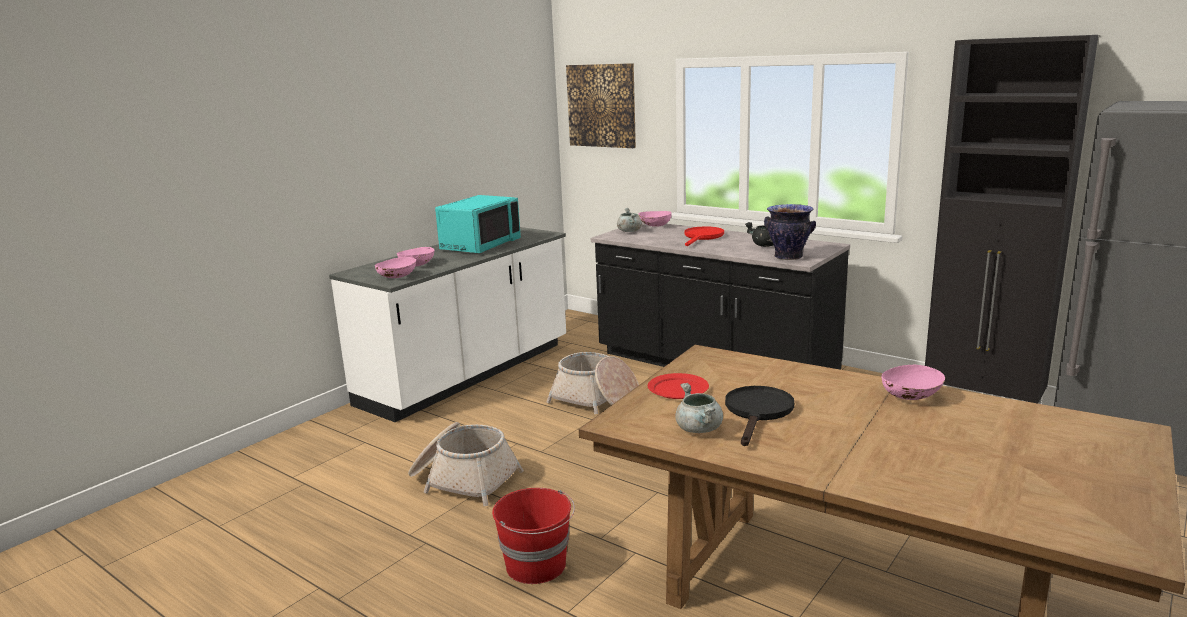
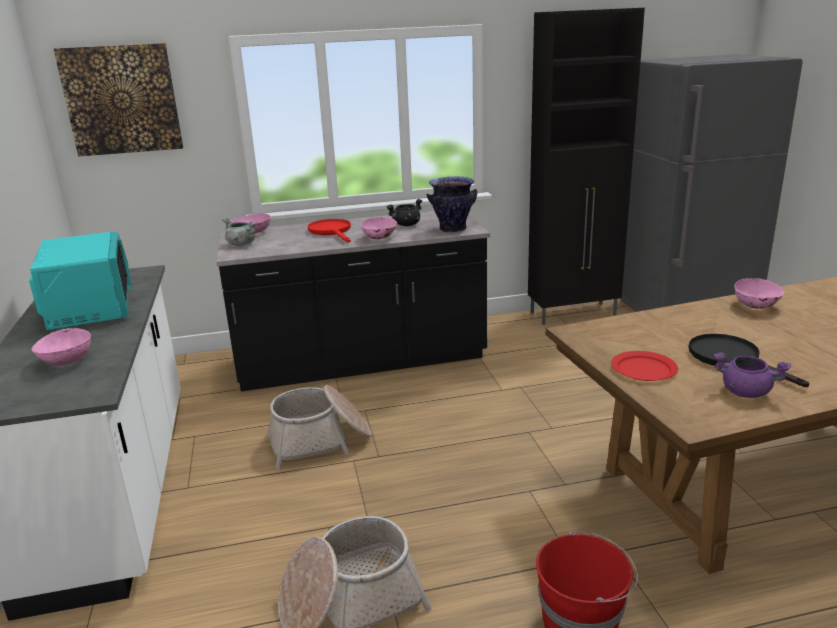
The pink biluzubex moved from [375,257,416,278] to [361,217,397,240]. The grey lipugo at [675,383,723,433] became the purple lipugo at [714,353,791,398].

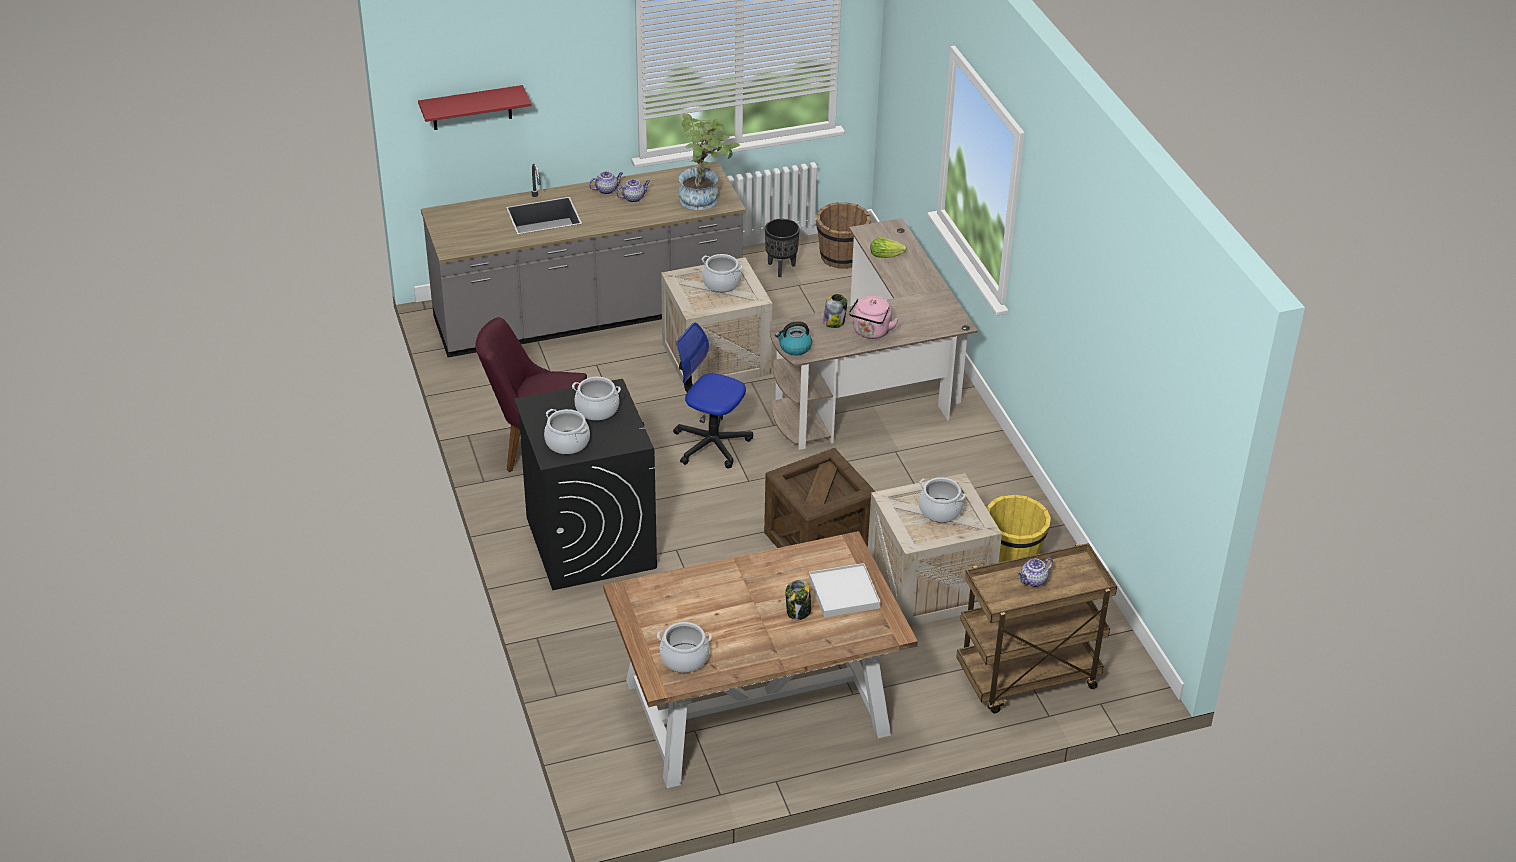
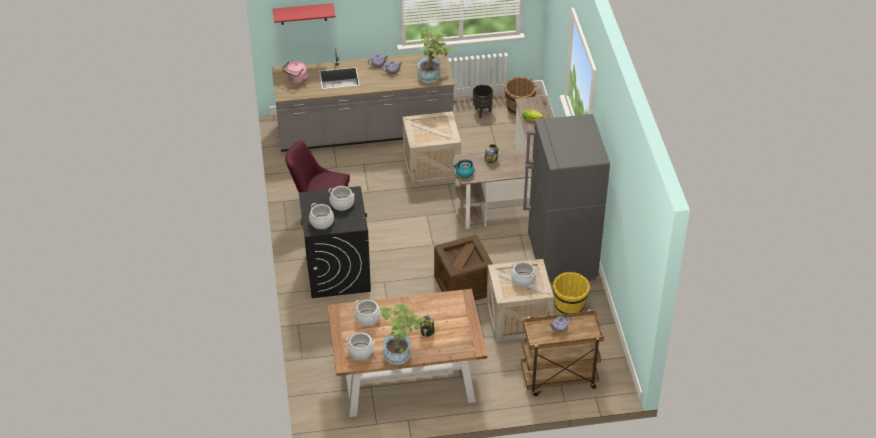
The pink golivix moved from [849,296,899,339] to [282,61,309,84]. The lipugo moved from [702,254,742,292] to [355,299,381,326]. The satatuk at [380,303,425,365] appeared. The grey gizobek at [523,114,610,285] appeared. The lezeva at [673,322,753,469] disappeared. The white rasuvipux at [809,563,880,618] disappeared.

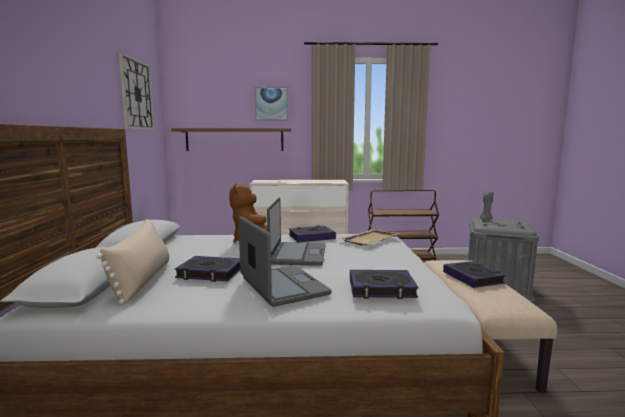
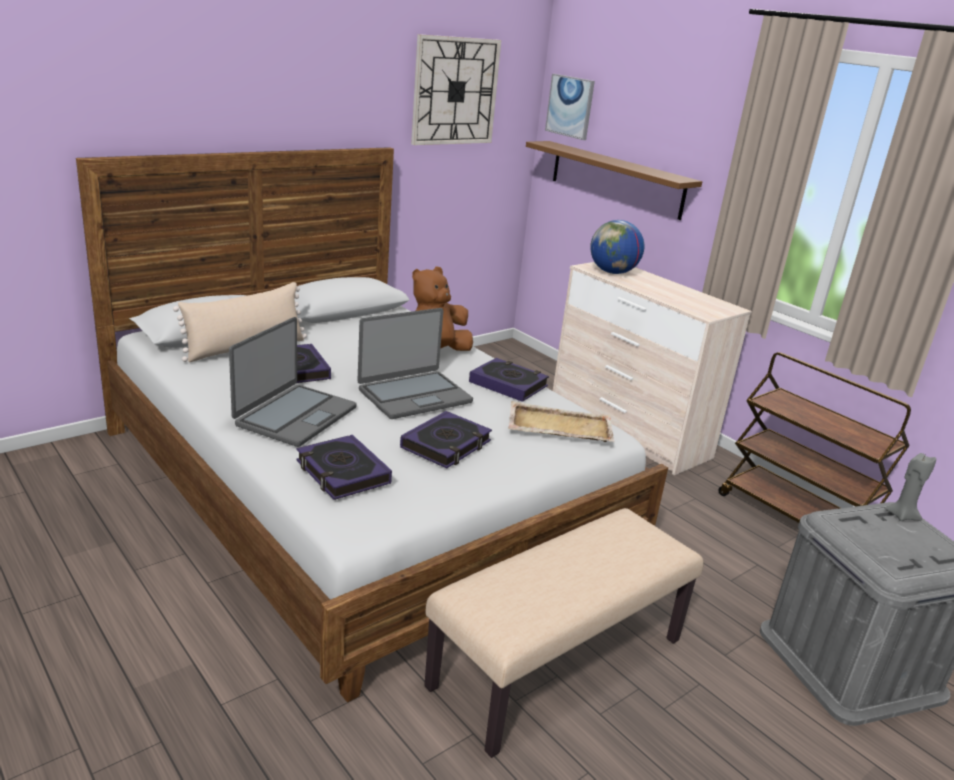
The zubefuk moved from [443,261,505,288] to [400,411,492,468]. The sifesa moved from [254,87,288,121] to [545,74,595,140]. The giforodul at [590,220,644,274] appeared.

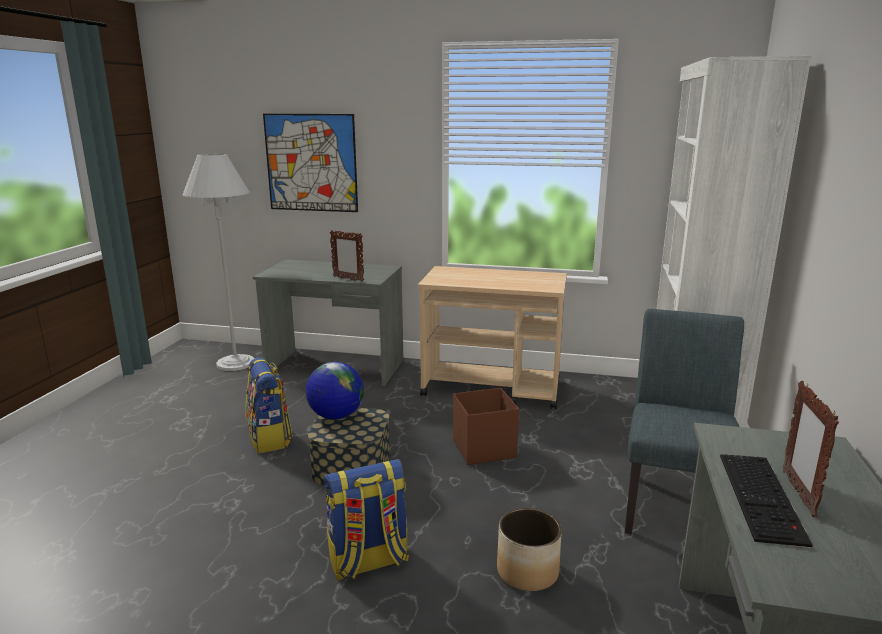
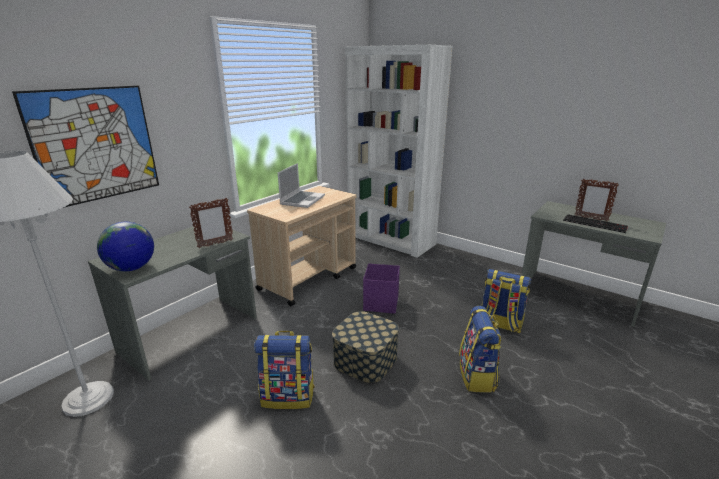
The giforodul moved from [306,362,364,420] to [97,222,154,271]. The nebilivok at [278,163,325,208] appeared. The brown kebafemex at [453,388,519,465] became the purple kebafemex at [363,263,400,314]. The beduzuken at [497,508,562,591] was replaced by the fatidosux at [482,269,531,334]. The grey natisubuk at [625,309,744,534] disappeared.

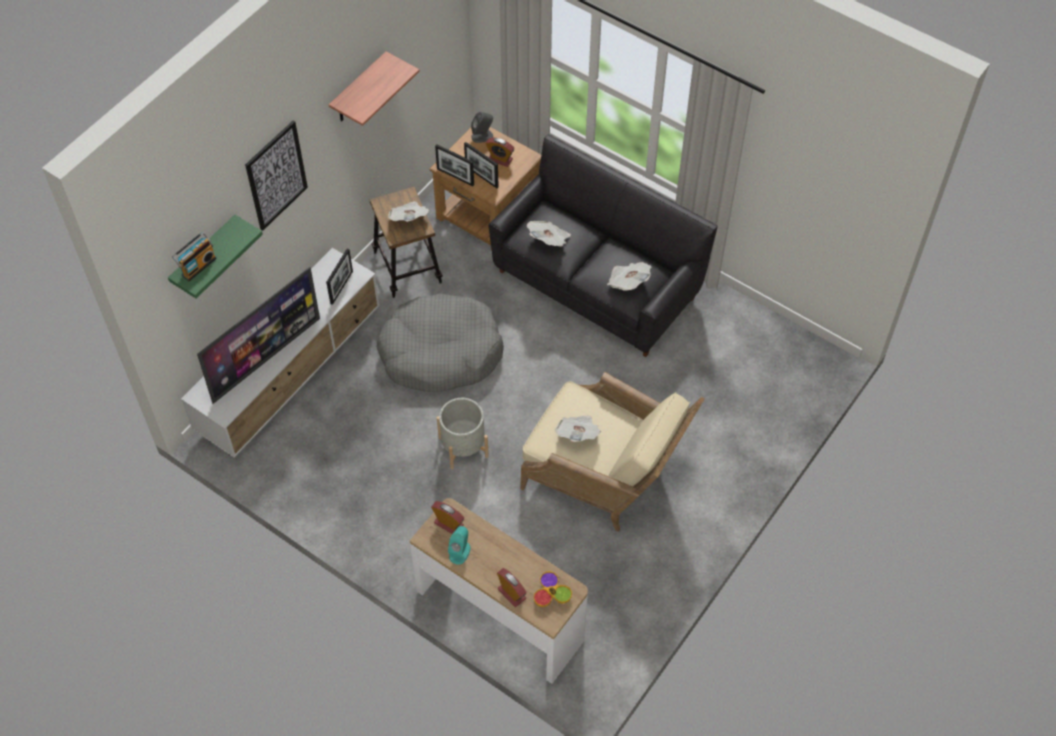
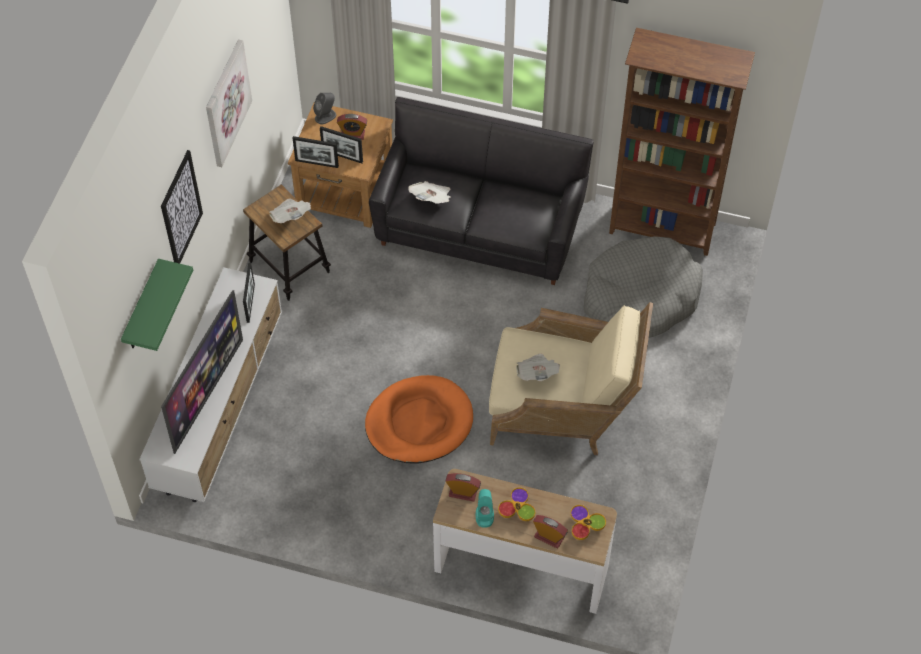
The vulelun at [329,51,420,126] was replaced by the sifesa at [206,39,252,167]. The grey beduzuken at [437,398,489,469] was replaced by the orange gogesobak at [365,375,473,463]. The biluzubex at [498,487,535,521] appeared. The grey gogesobak moved from [377,293,504,392] to [584,236,703,338]. The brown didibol at [609,28,755,256] appeared. The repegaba at [172,232,217,281] disappeared. The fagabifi at [607,262,651,290] disappeared.

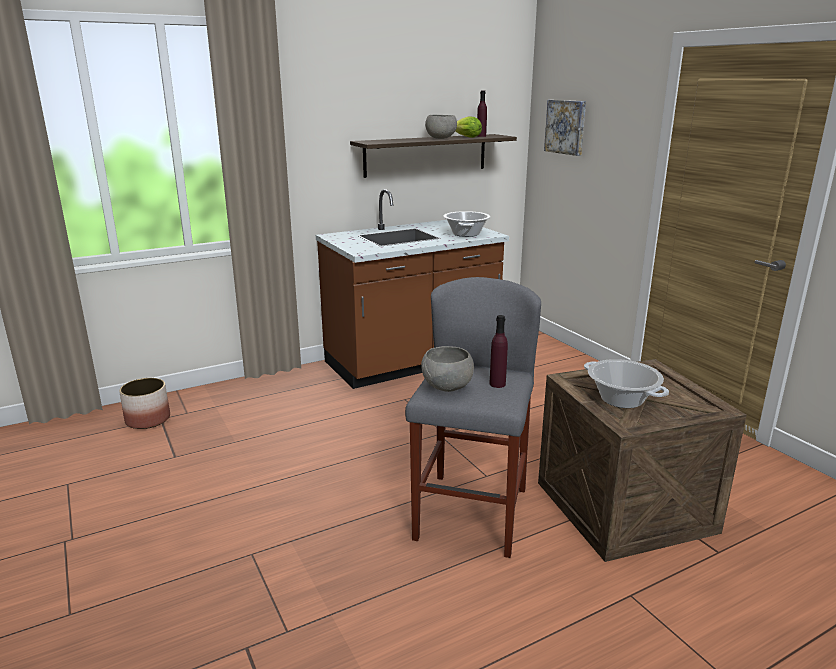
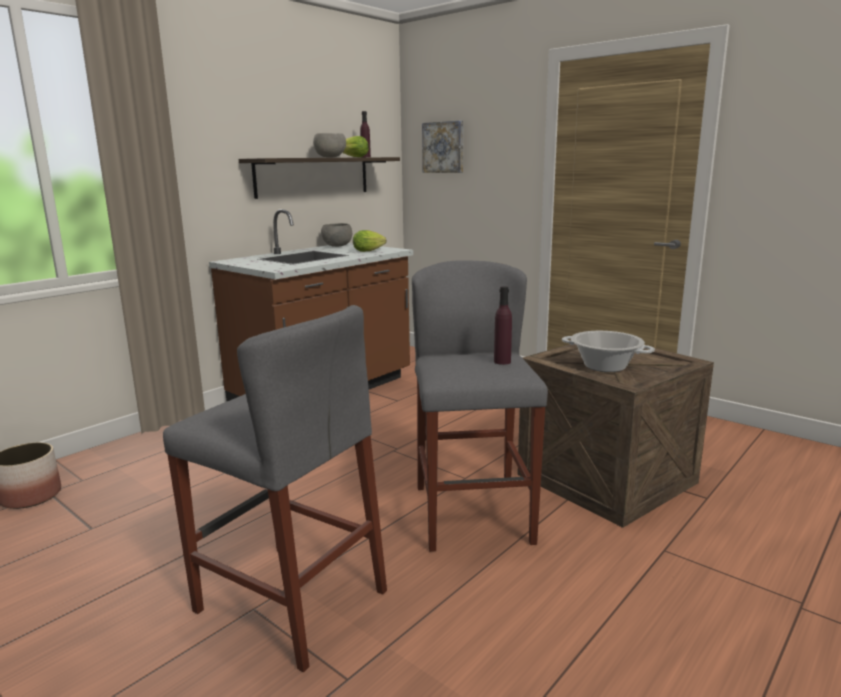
The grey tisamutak at [163,305,387,672] appeared. The grey biluzubex moved from [421,346,474,392] to [321,223,352,247]. The lipugo at [443,211,491,237] was replaced by the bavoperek at [353,230,386,252].

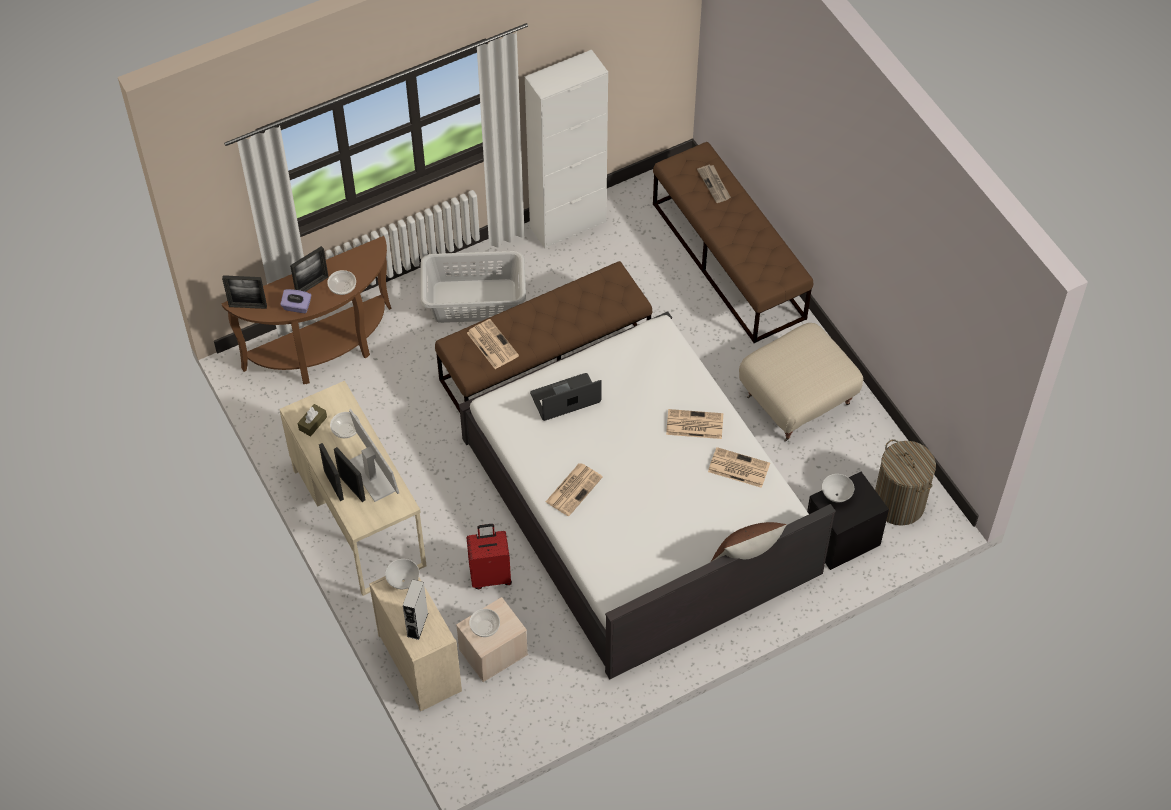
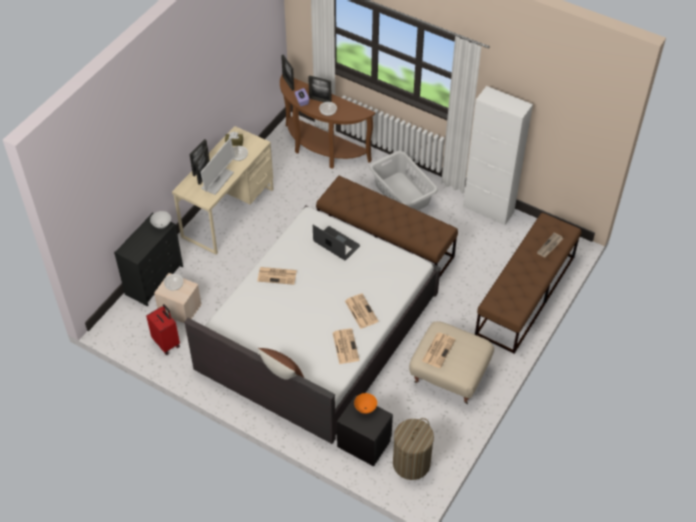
The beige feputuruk at [369,576,462,711] became the black feputuruk at [114,213,183,306]. The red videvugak moved from [466,524,512,589] to [146,304,180,355]. The white biluzubex at [822,474,854,503] became the orange biluzubex at [354,393,377,414]. The fagabifi moved from [467,319,519,369] to [422,333,456,368]. The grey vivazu at [403,579,428,640] disappeared.

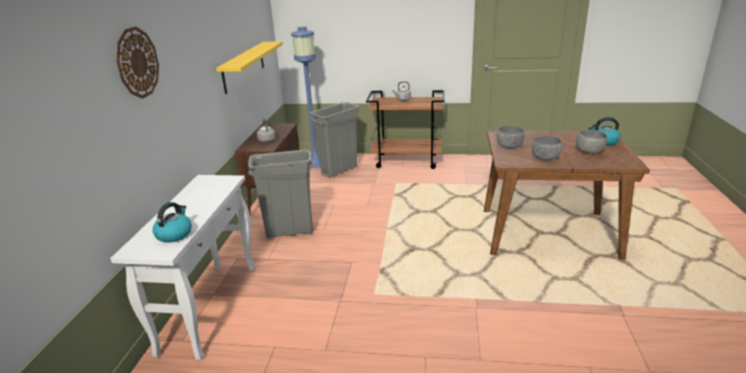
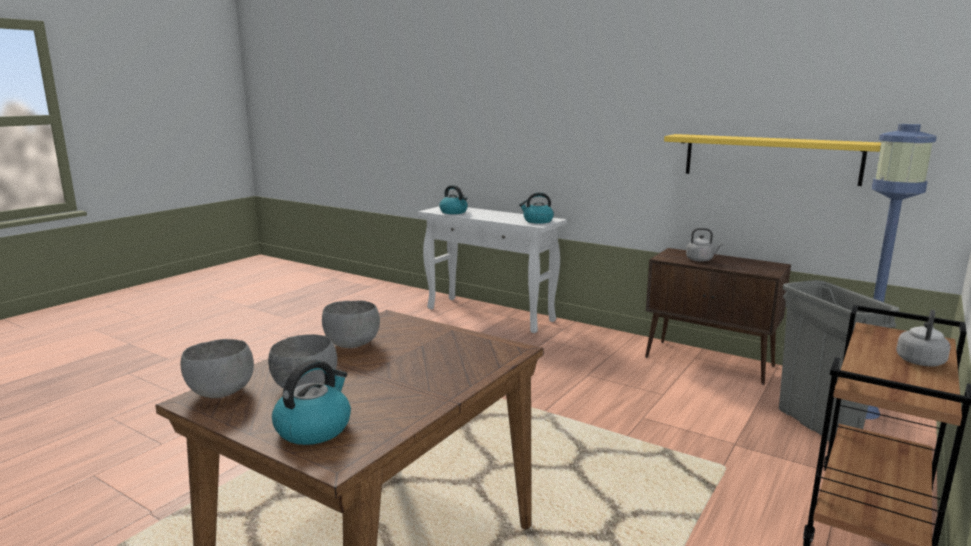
The grey biluzubex moved from [496,125,525,149] to [181,339,254,398]. The golivix at [519,192,554,224] appeared. The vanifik at [116,27,159,98] disappeared. The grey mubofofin at [248,149,313,238] disappeared.

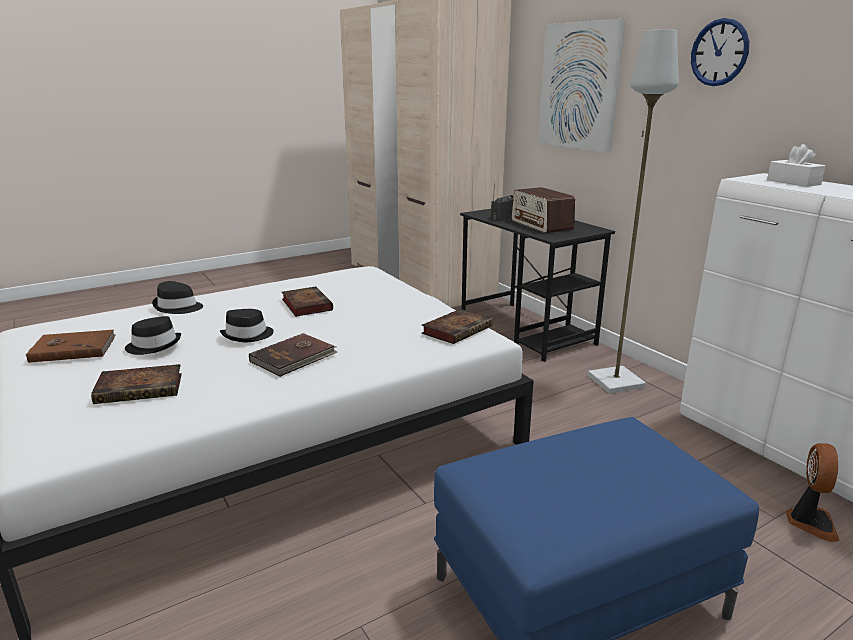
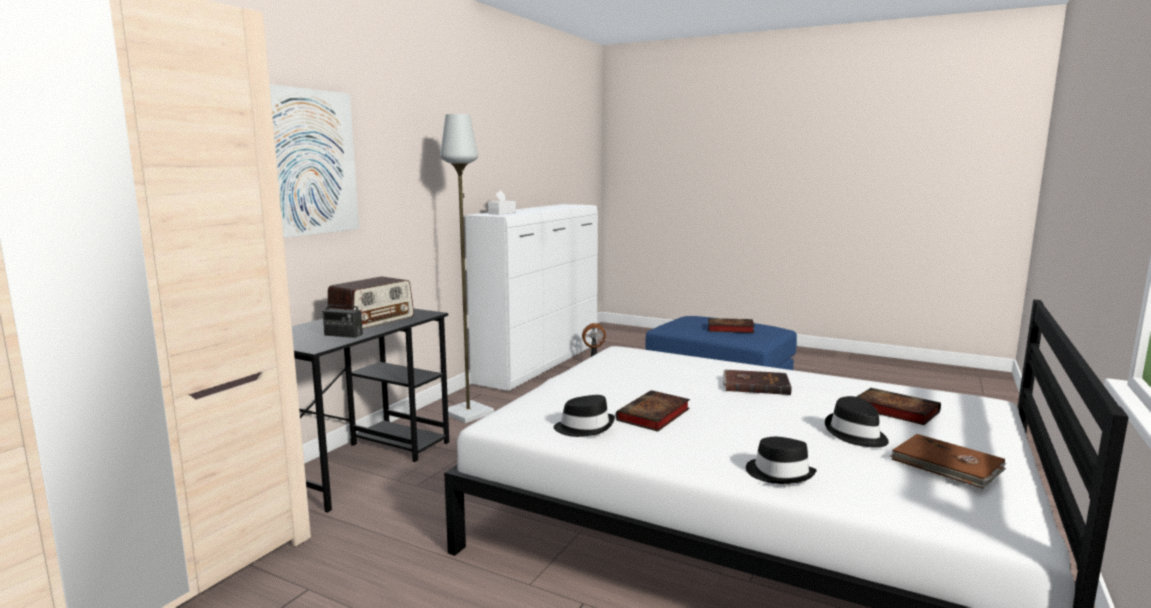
The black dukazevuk moved from [220,309,274,342] to [554,395,615,437]. The zubefuk moved from [422,309,493,344] to [708,318,755,333]. The vanifik at [691,18,749,86] disappeared.

